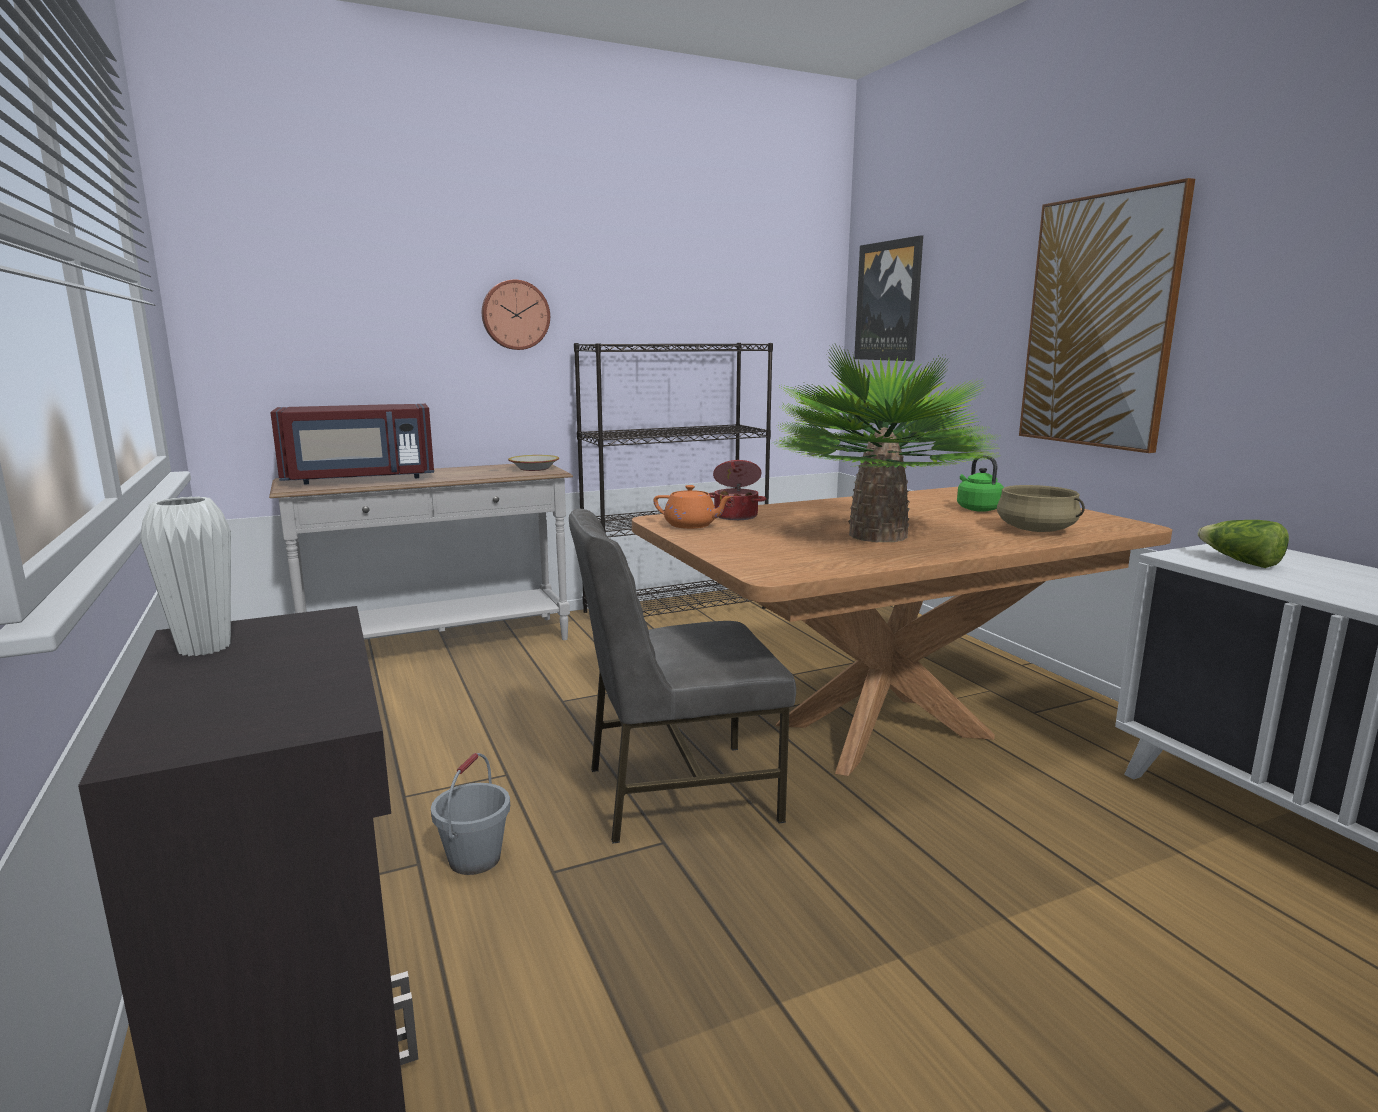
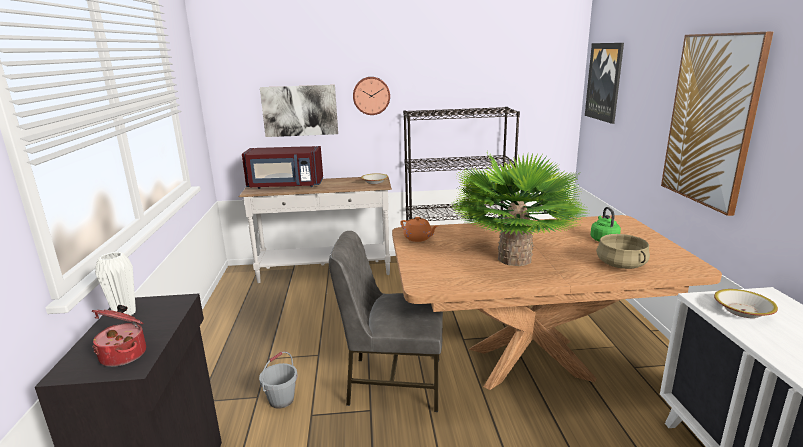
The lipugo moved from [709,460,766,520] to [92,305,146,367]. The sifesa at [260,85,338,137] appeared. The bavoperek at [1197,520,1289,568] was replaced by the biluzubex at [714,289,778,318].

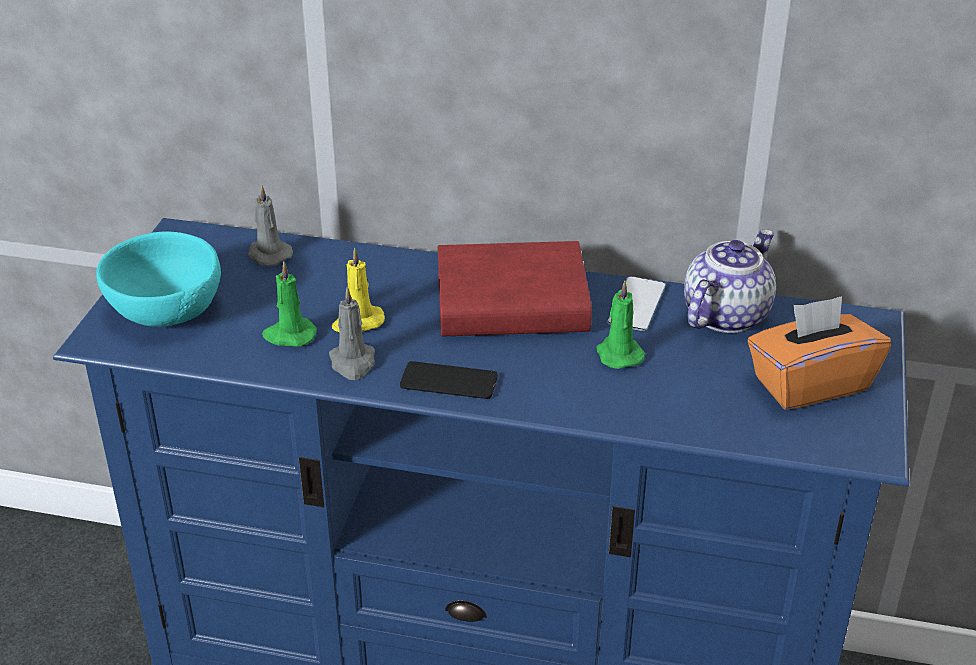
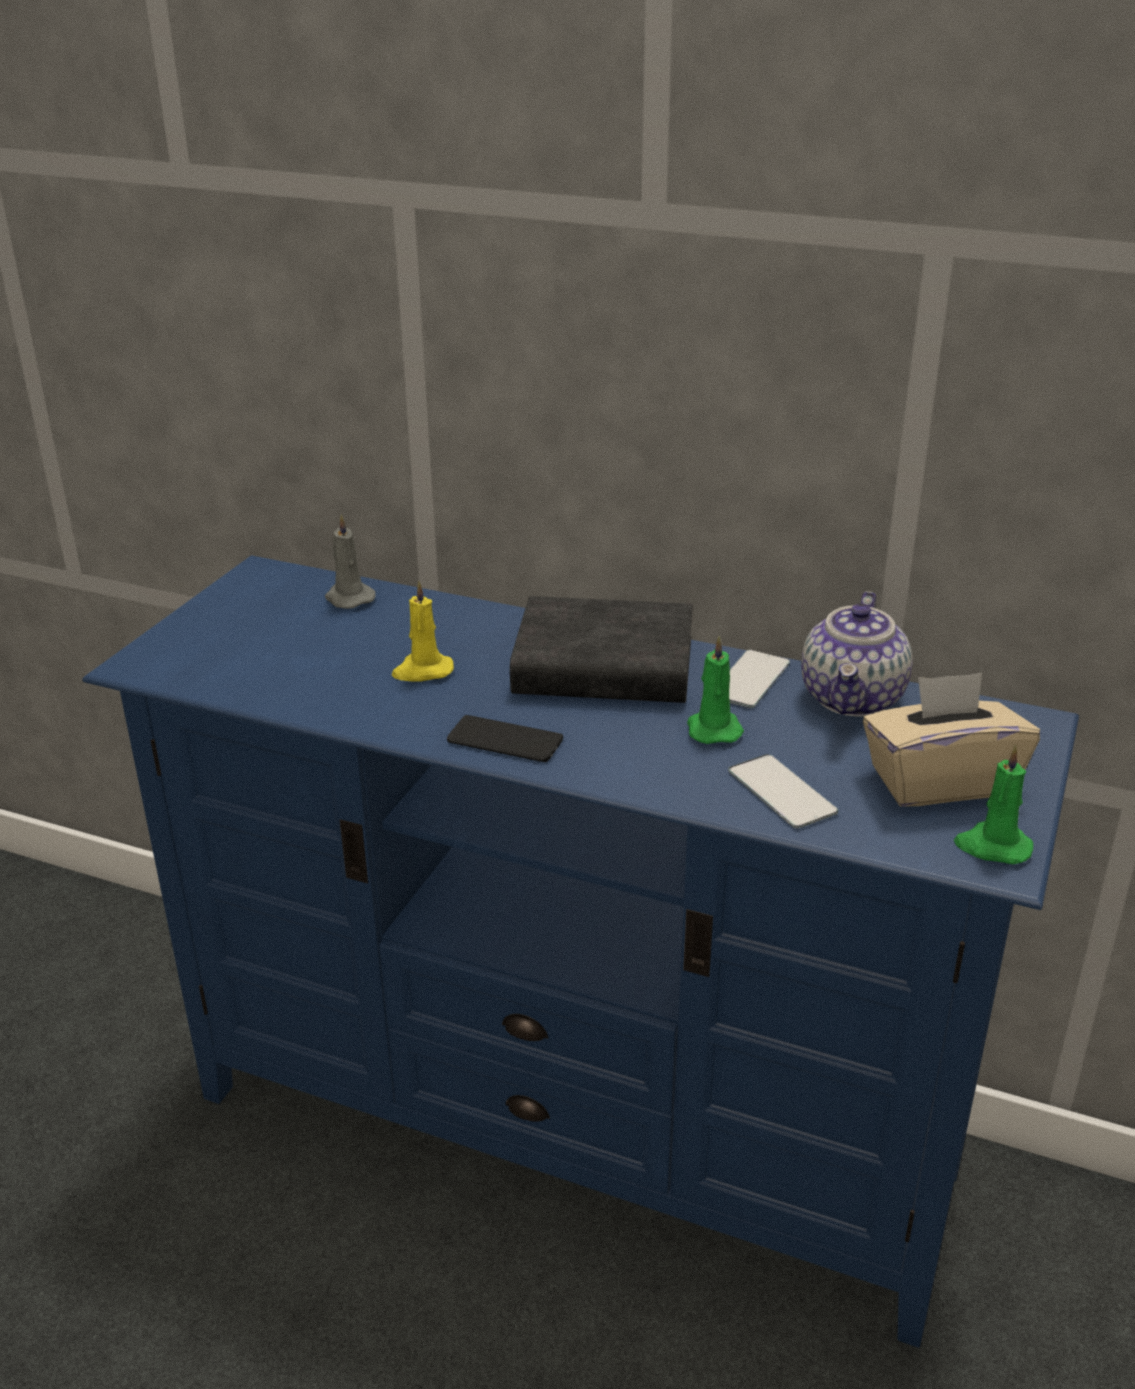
The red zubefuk at [438,241,592,337] became the black zubefuk at [510,596,693,703]. The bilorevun at [728,754,838,828] appeared. The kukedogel at [684,229,776,333] turned 150 degrees clockwise. The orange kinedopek at [748,296,891,410] became the beige kinedopek at [863,673,1040,807]. The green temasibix moved from [262,261,317,347] to [954,744,1033,864]. The turquoise biluzubex at [96,232,221,327] disappeared. The grey temasibix at [329,287,375,380] disappeared.

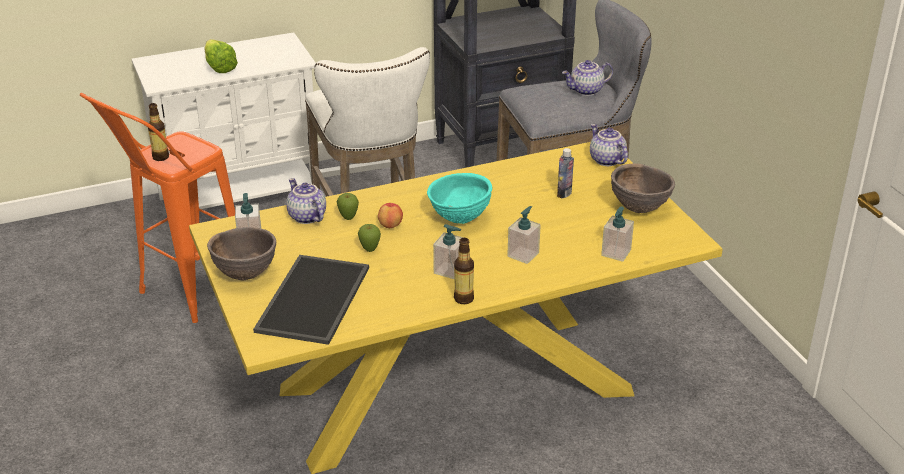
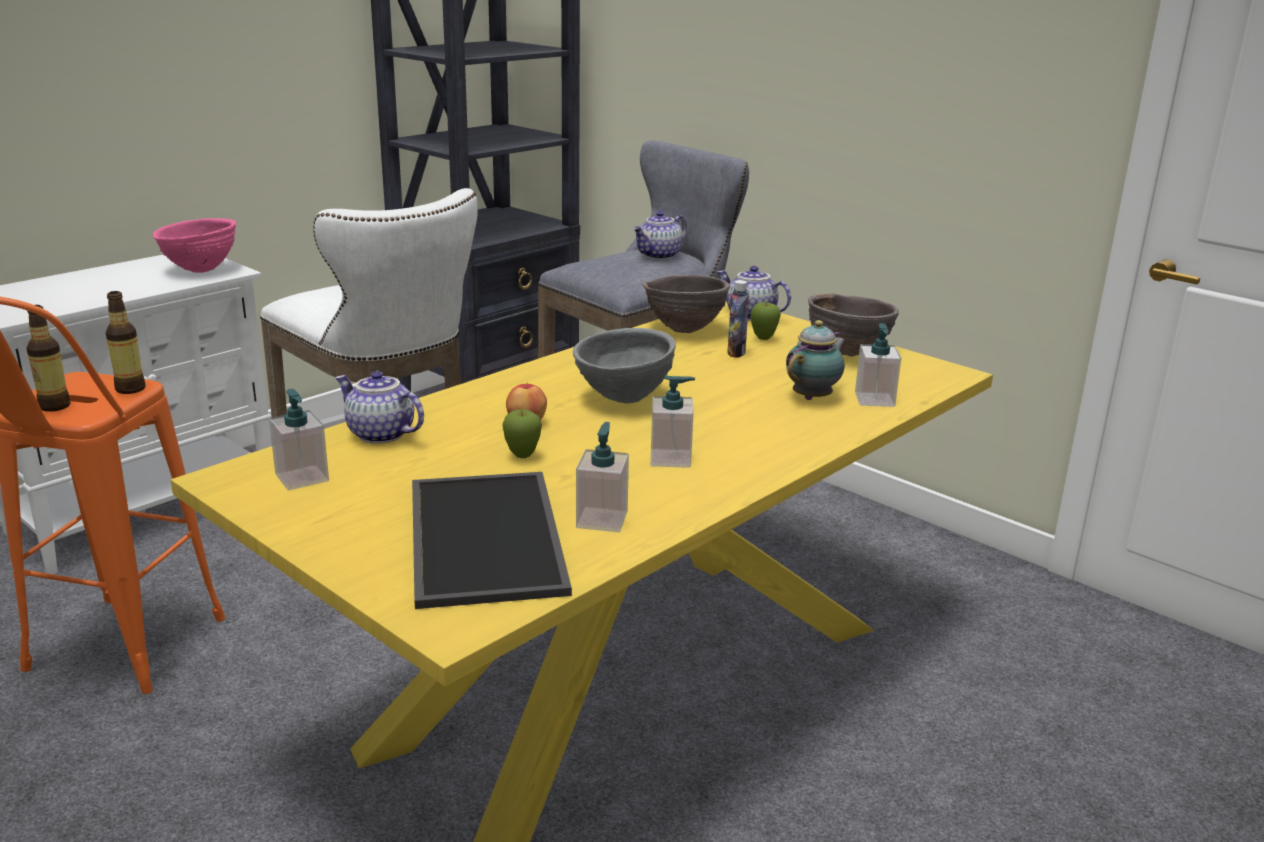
The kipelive moved from [454,238,474,304] to [105,291,146,394]. The pink biluzubex at [153,218,236,273] appeared. The turquoise biluzubex at [427,173,492,224] became the grey biluzubex at [573,328,676,404]. The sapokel moved from [507,206,541,264] to [576,422,629,532]. The brown biluzubex moved from [207,227,276,281] to [643,275,730,333]. The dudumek moved from [337,193,359,220] to [750,302,781,340]. The kukedogel at [786,320,846,400] appeared. The bavoperek at [204,39,238,73] disappeared.

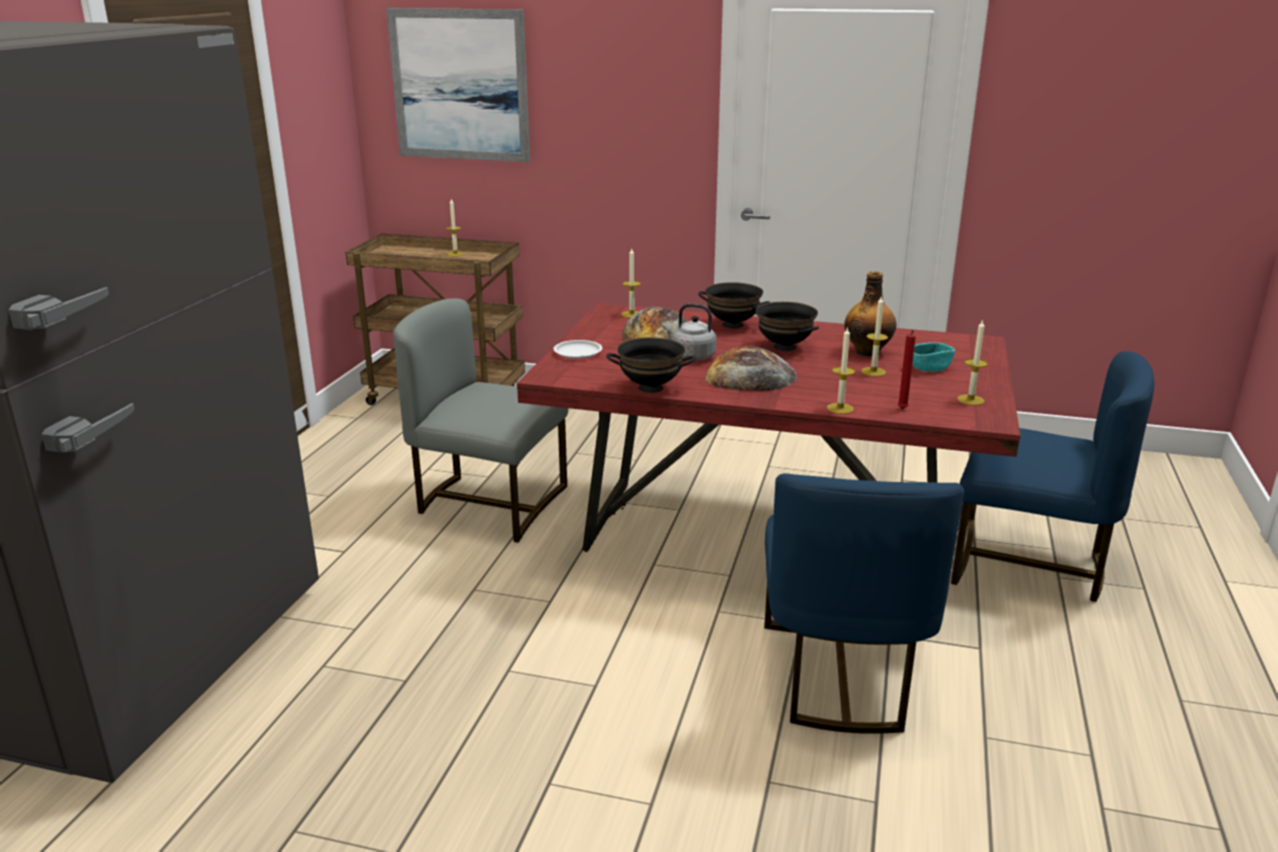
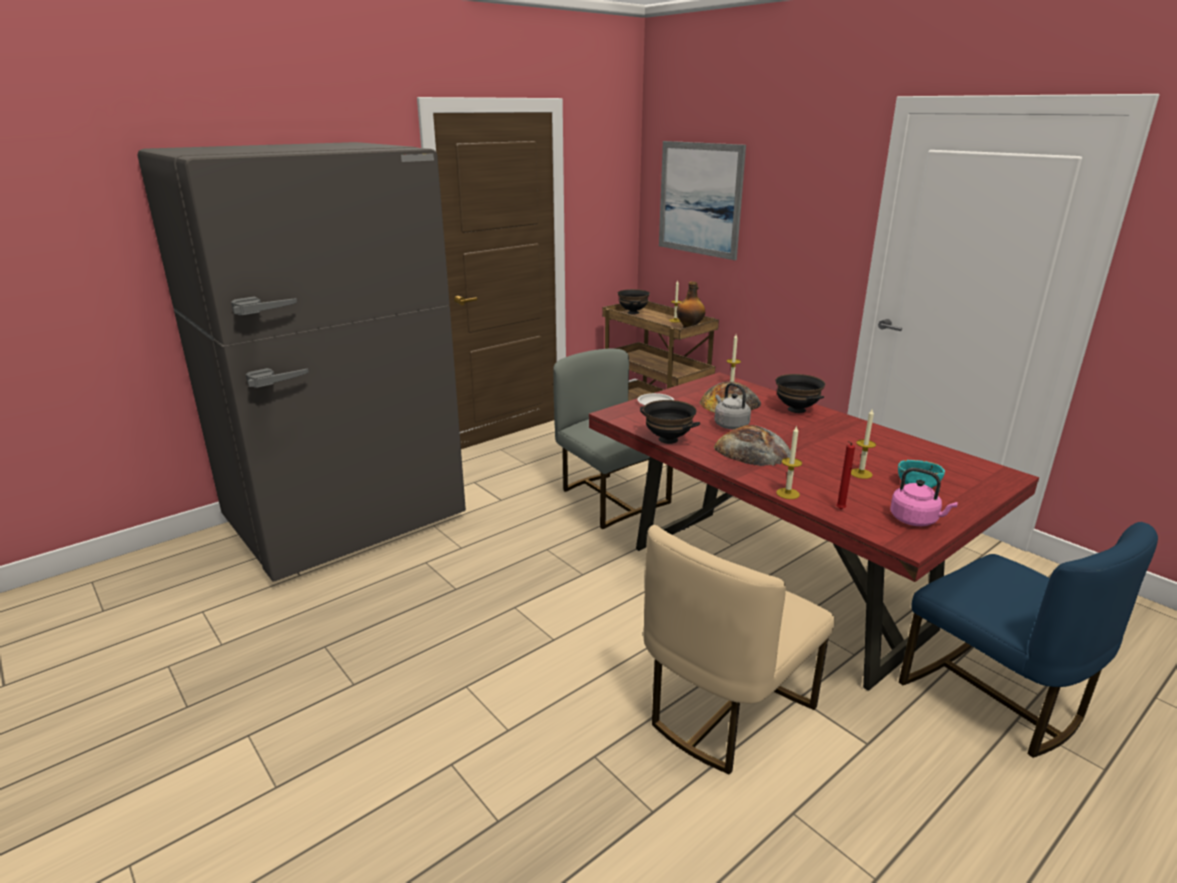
The black biluzubex moved from [755,302,819,351] to [618,289,650,314]. The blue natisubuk at [764,473,964,734] became the beige natisubuk at [643,525,835,775]. The kipelive moved from [844,271,897,356] to [677,281,705,328]. The temasibix at [957,319,988,405] was replaced by the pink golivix at [890,468,958,526].

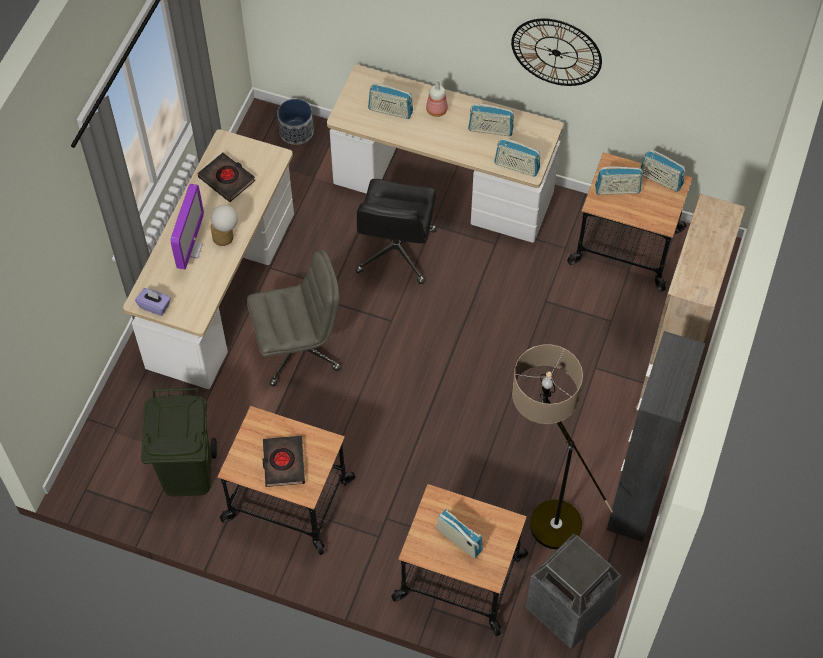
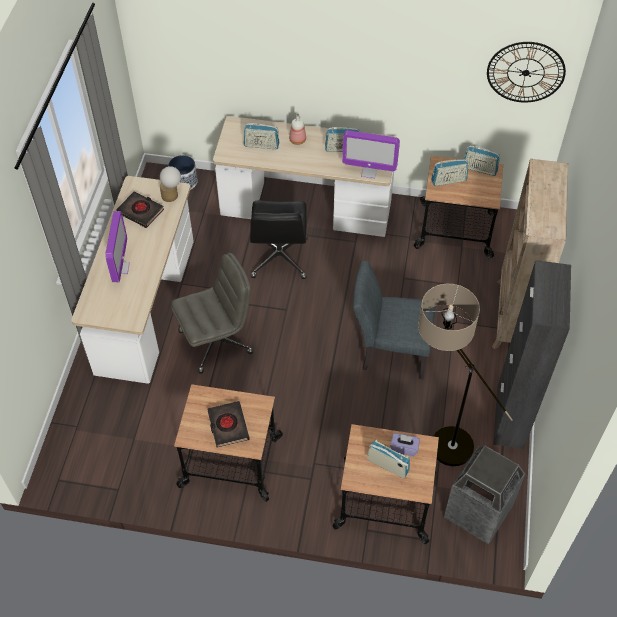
The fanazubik moved from [210,205,238,246] to [160,166,181,202]. The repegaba at [494,138,541,176] was replaced by the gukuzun at [342,130,400,179]. The grey natisubuk at [353,261,435,380] appeared. The purple kinedopek moved from [135,288,171,316] to [390,433,420,456]. The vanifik moved from [511,18,602,86] to [487,42,566,102]. The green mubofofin at [141,387,217,497] disappeared.

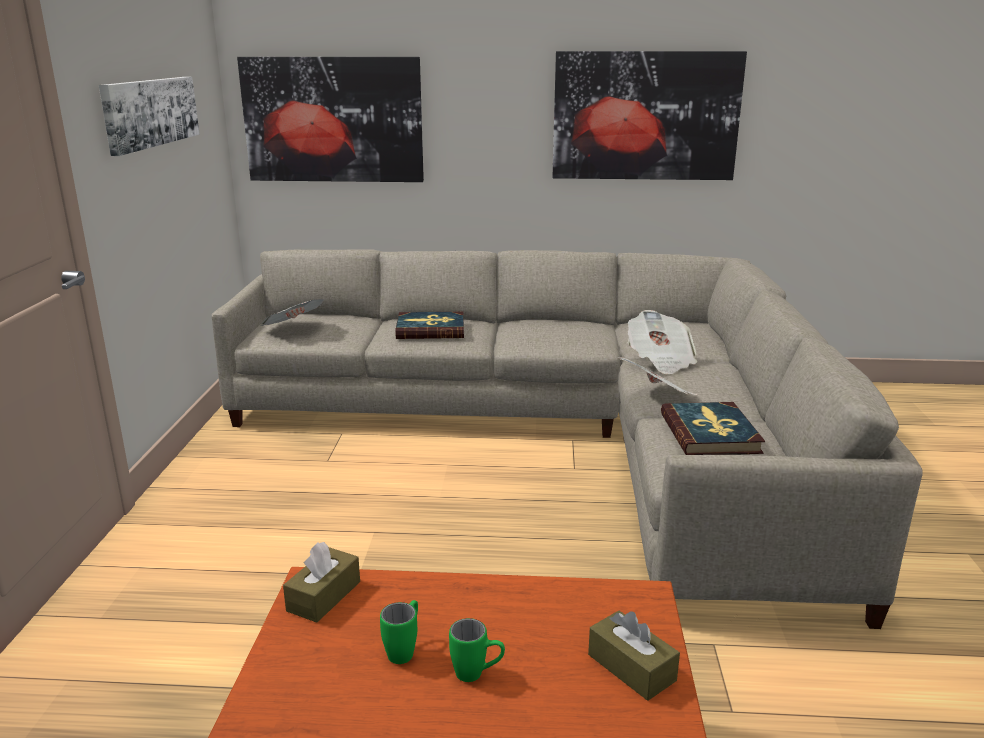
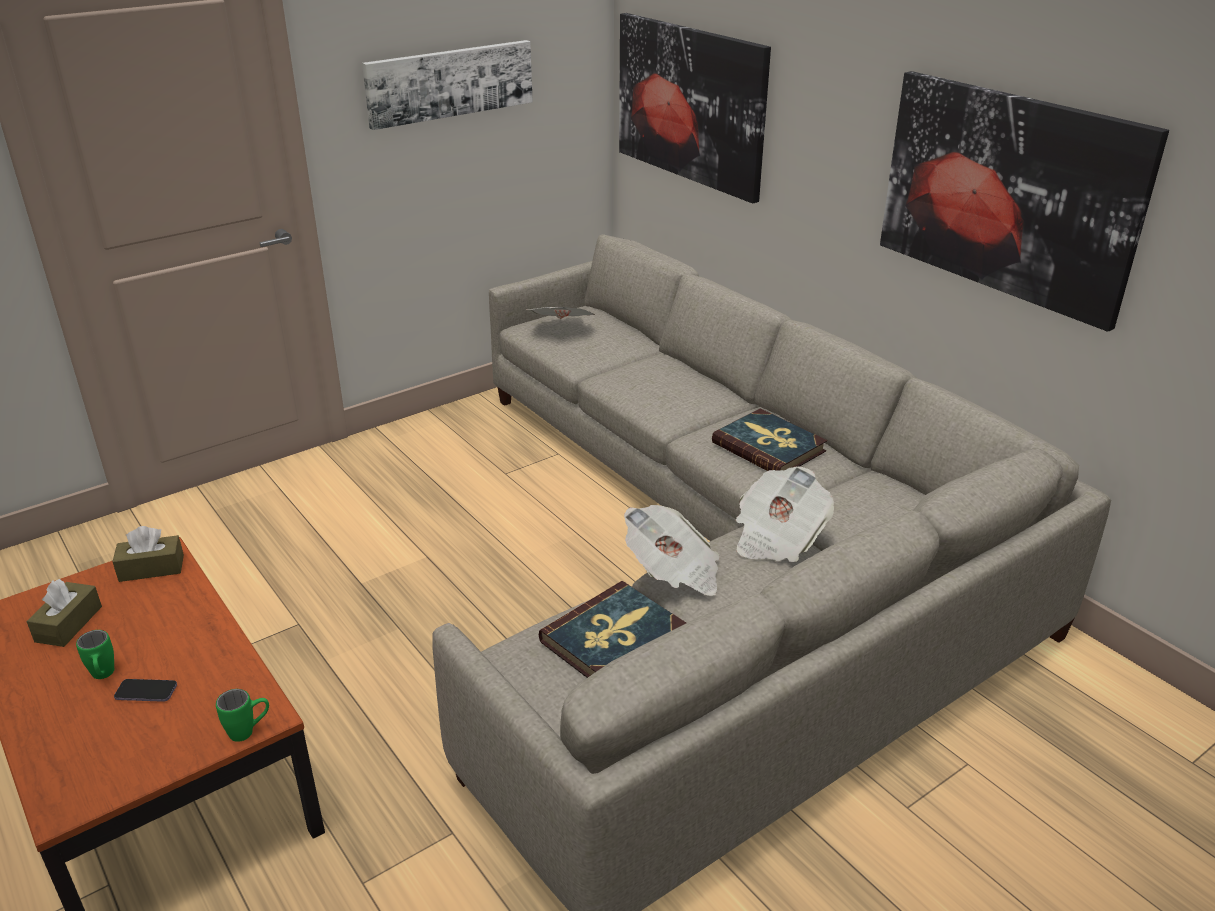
The brown kinedopek moved from [588,611,680,701] to [27,579,102,647]. The bilorevun at [114,679,177,702] appeared. The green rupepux moved from [380,600,418,664] to [216,689,269,742]. The zubefuk moved from [395,312,464,339] to [712,408,827,471].

